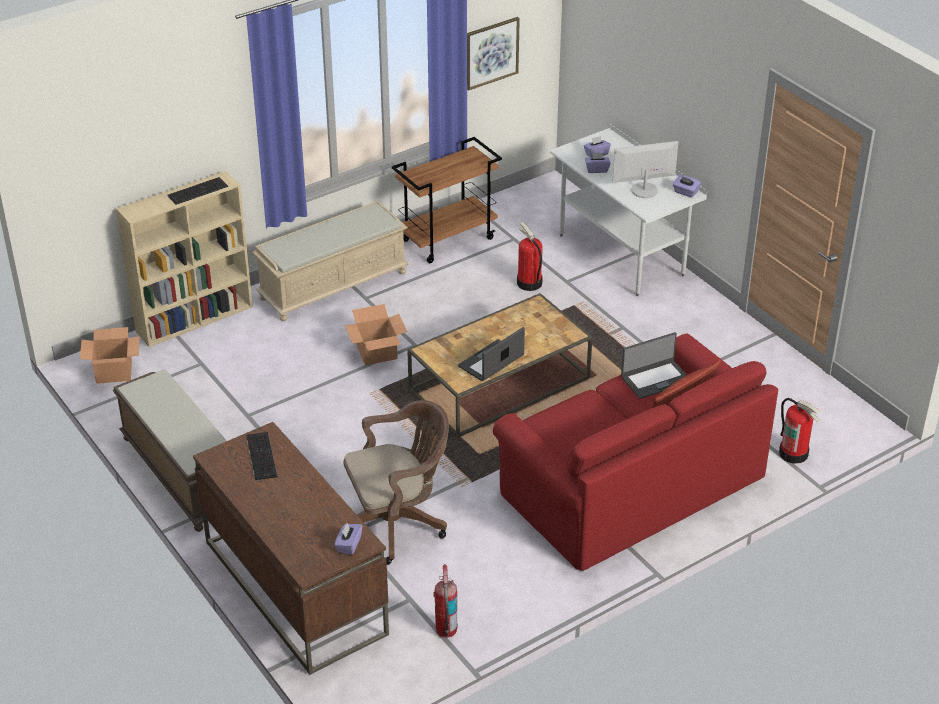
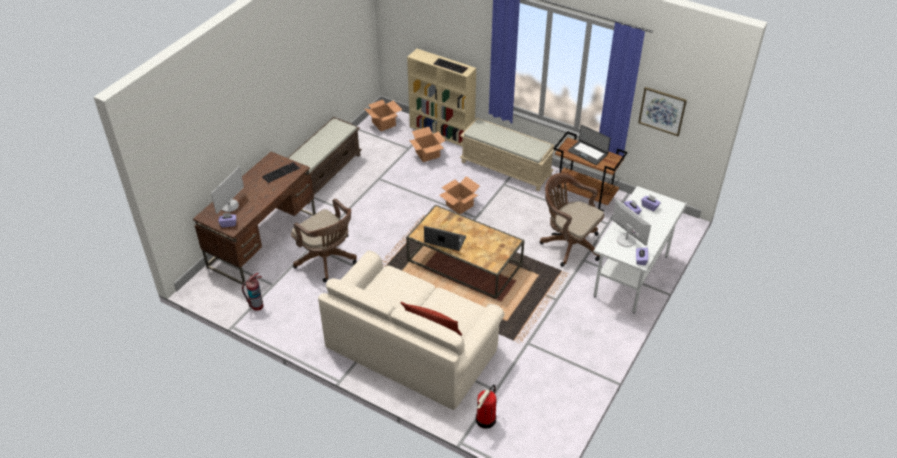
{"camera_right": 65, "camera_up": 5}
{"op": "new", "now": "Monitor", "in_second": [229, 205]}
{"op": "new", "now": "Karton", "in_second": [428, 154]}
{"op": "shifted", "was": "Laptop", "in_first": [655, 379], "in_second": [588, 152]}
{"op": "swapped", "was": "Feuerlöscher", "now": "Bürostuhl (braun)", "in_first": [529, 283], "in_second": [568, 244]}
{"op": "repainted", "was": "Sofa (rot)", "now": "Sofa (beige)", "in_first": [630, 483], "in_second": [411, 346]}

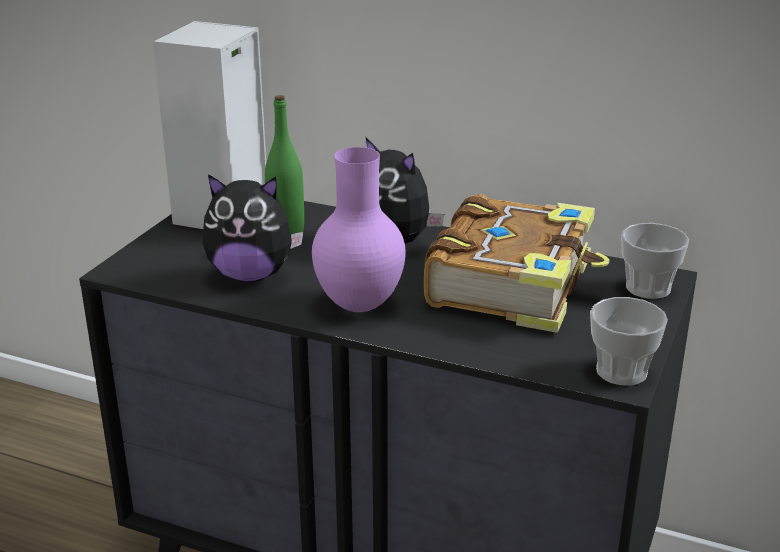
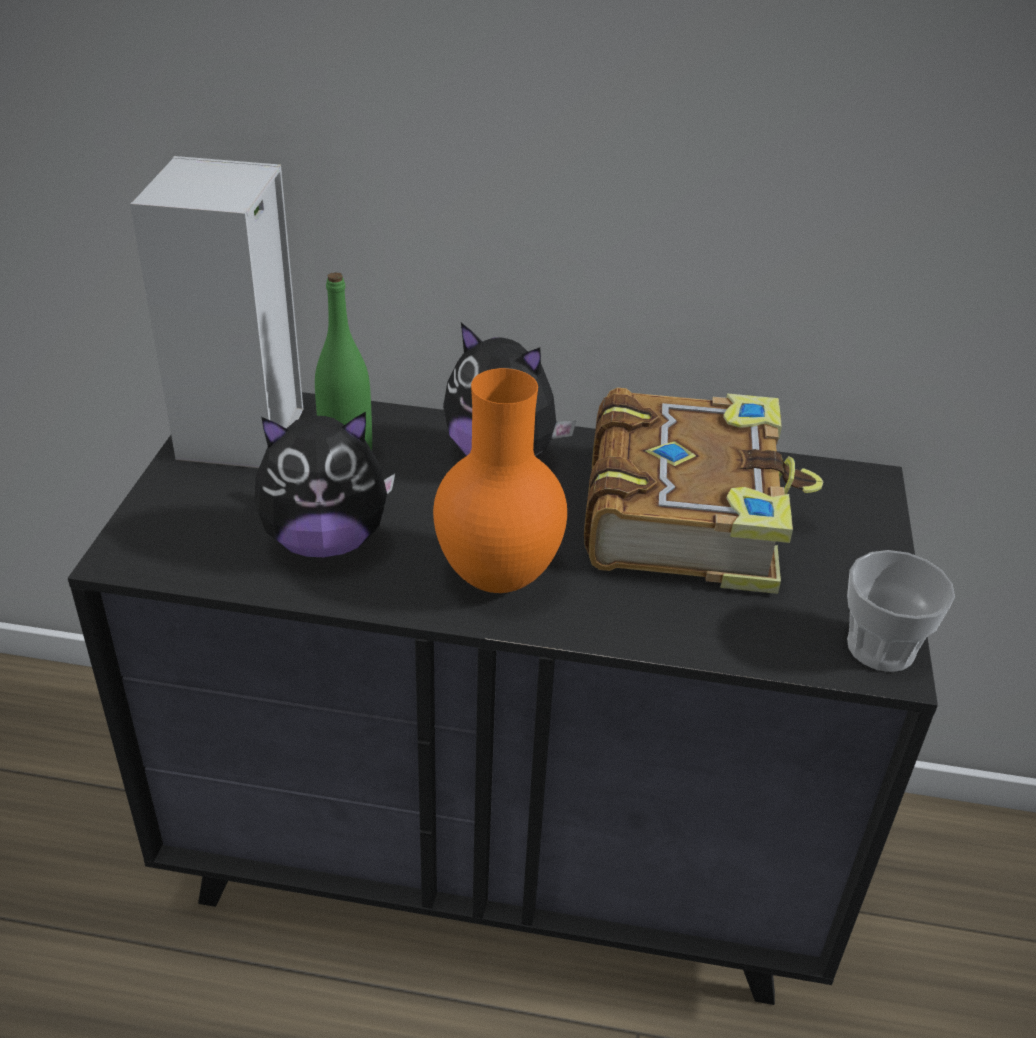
{"camera_right": -15, "camera_up": 10}
{"op": "gone", "was": "Tasse", "in_first": [648, 288]}
{"op": "repainted", "was": "Vase (lila)", "now": "Vase (orange)", "in_first": [358, 304], "in_second": [495, 577]}

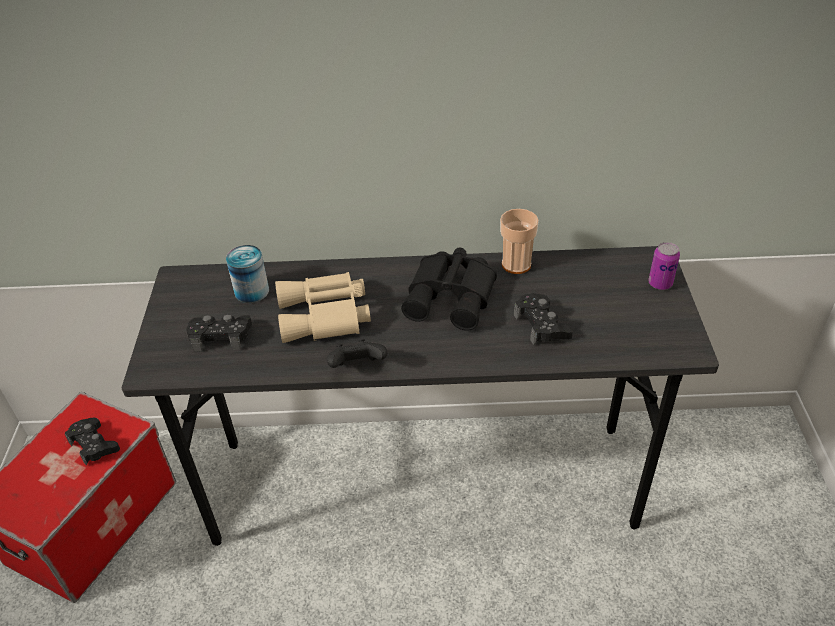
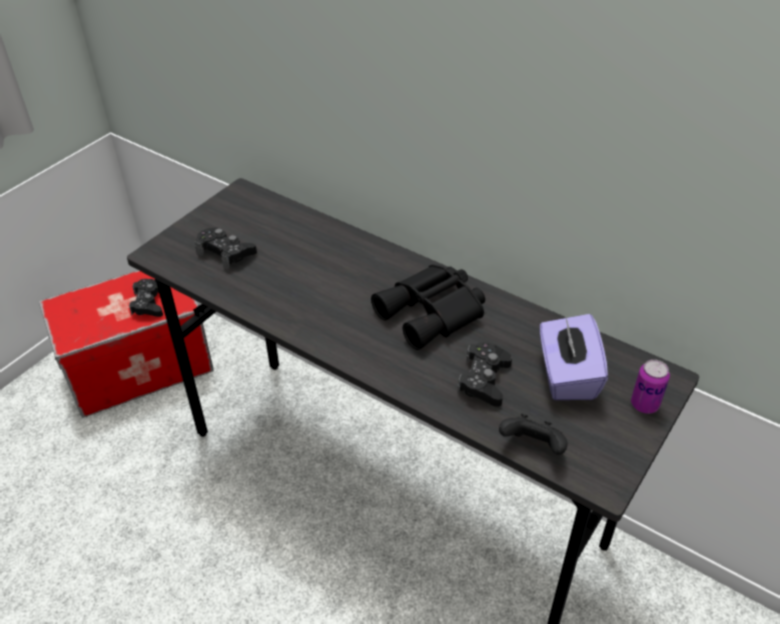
{"camera_right": 35, "camera_up": 0}
{"op": "gone", "was": "Dose", "in_first": [252, 291]}
{"op": "gone", "was": "Fernglas (beige)", "in_first": [326, 316]}
{"op": "gone", "was": "Tasse", "in_first": [516, 264]}
{"op": "new", "now": "Taschentuchbox (lila)", "in_second": [566, 375]}
{"op": "shifted", "was": "Gamepad (schwarz)", "in_first": [357, 367], "in_second": [532, 447]}

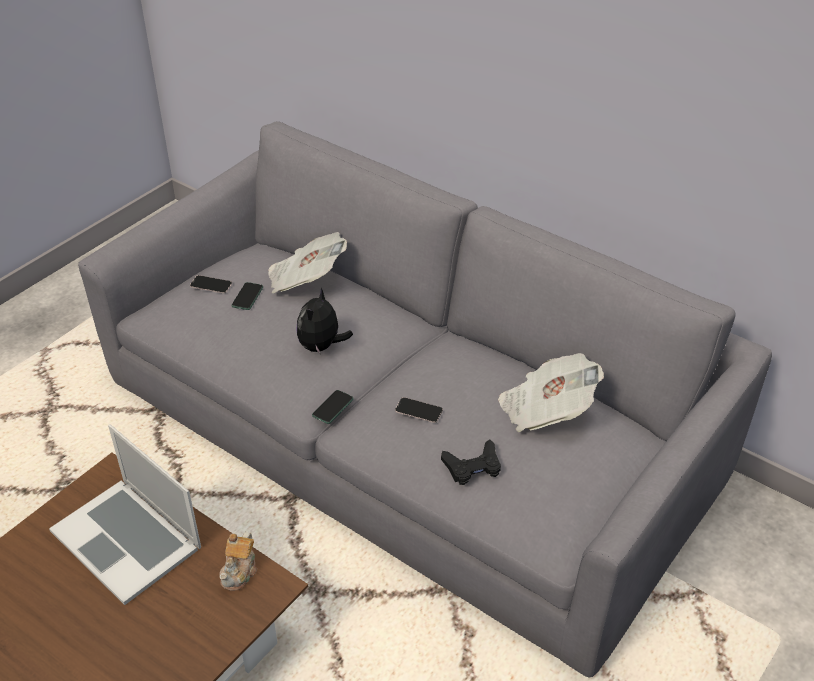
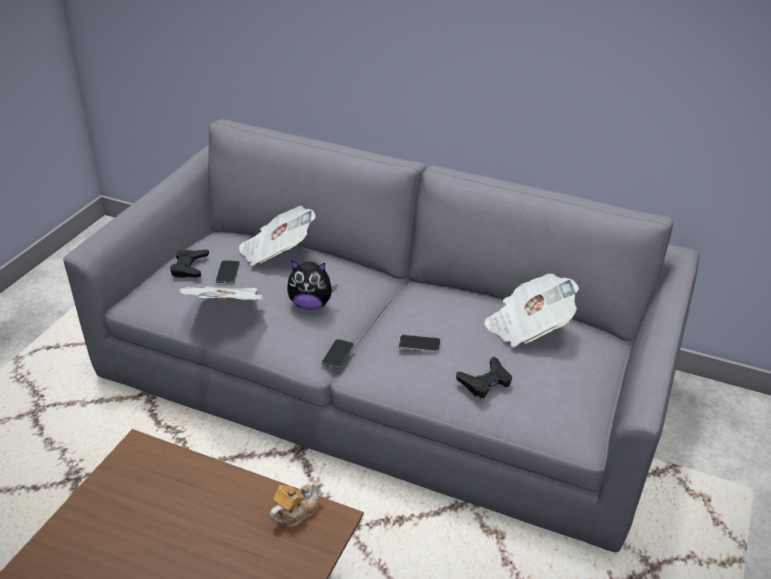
{"camera_right": -15, "camera_up": -5}
{"op": "gone", "was": "Laptop", "in_first": [127, 538]}
{"op": "new", "now": "Zeitung", "in_second": [227, 310]}
{"op": "swapped", "was": "Handy", "now": "Gamepad (schwarz)", "in_first": [211, 285], "in_second": [189, 267]}
{"op": "rotated", "was": "Teekanne", "in_first": [240, 571], "in_second": [295, 512], "clockwise": -135}
{"op": "rotated", "was": "Plüschtier", "in_first": [321, 346], "in_second": [310, 305], "clockwise": -90}

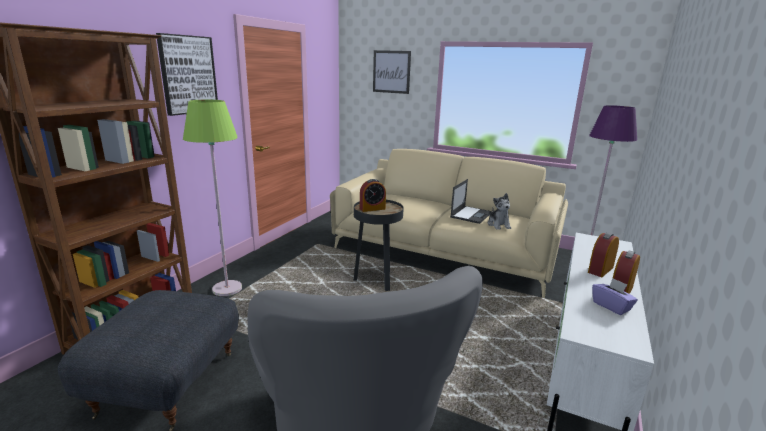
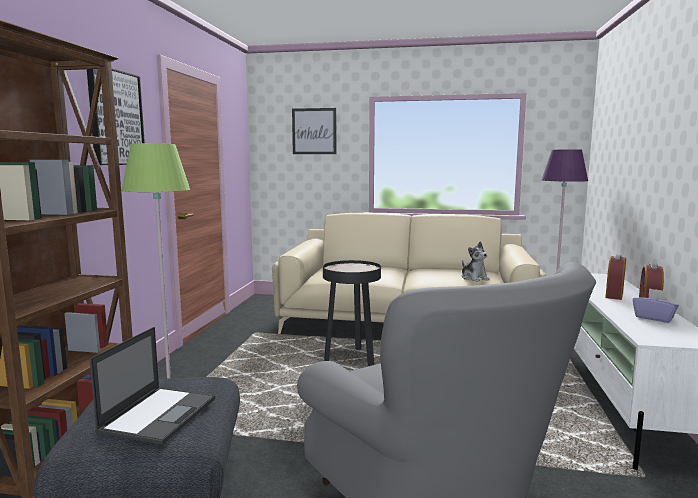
{"camera_right": -15, "camera_up": -10}
{"op": "gone", "was": "Wecker", "in_first": [372, 209]}
{"op": "shifted", "was": "Laptop", "in_first": [471, 215], "in_second": [159, 414]}

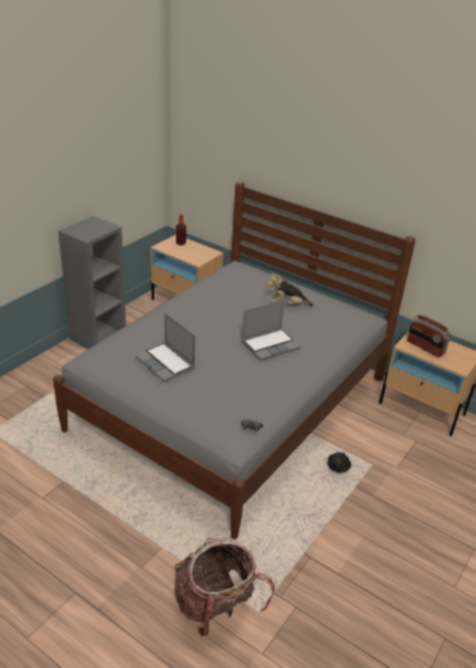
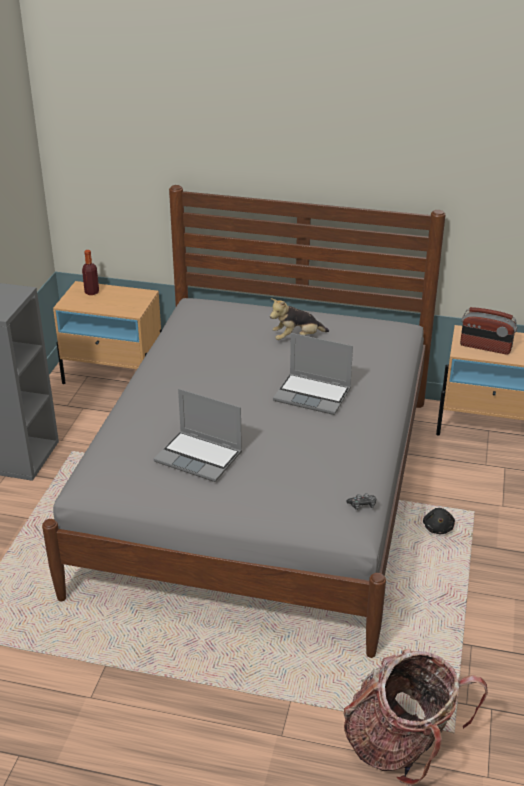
{"camera_right": -20, "camera_up": 0}
{"op": "rotated", "was": "Laptop", "in_first": [270, 344], "in_second": [313, 395], "clockwise": 75}

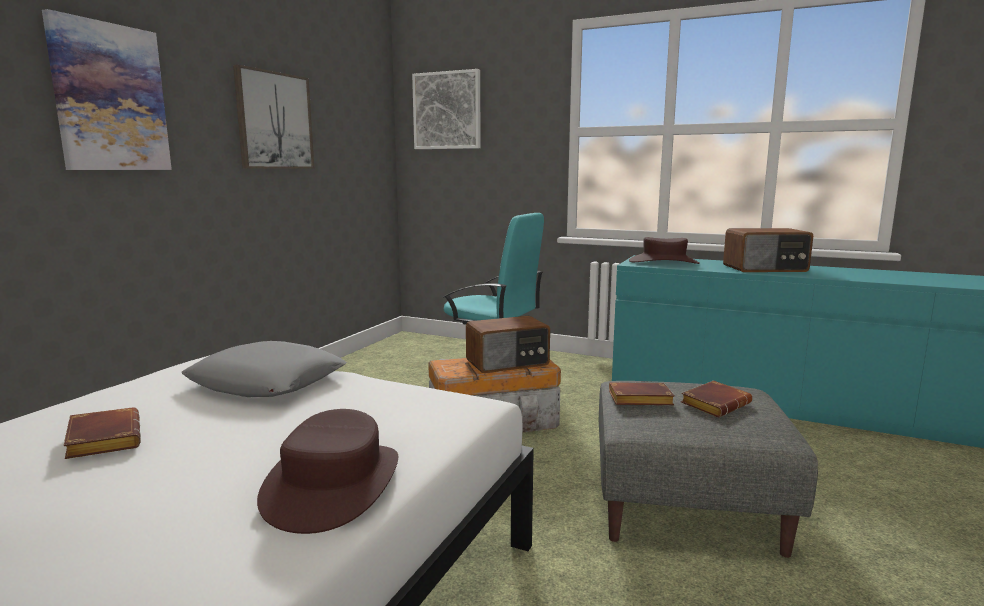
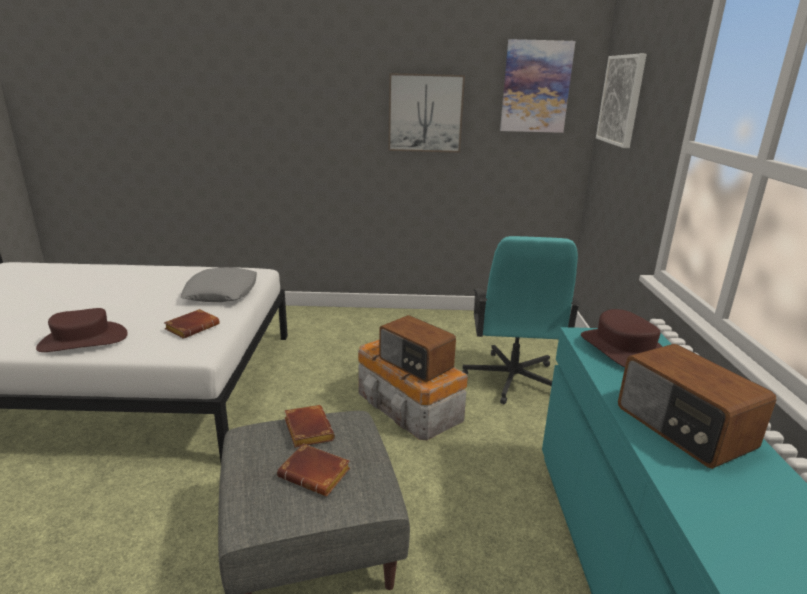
{"camera_right": 65, "camera_up": 10}
{"op": "shifted", "was": "Bild", "in_first": [110, 98], "in_second": [535, 87]}
{"op": "shifted", "was": "Buch (braun)", "in_first": [101, 440], "in_second": [193, 327]}

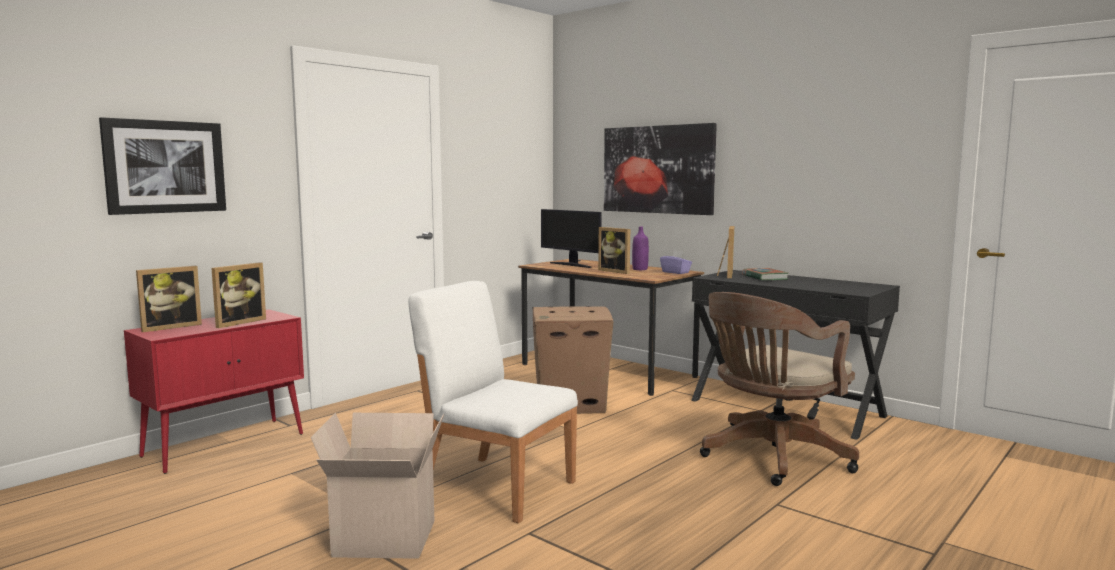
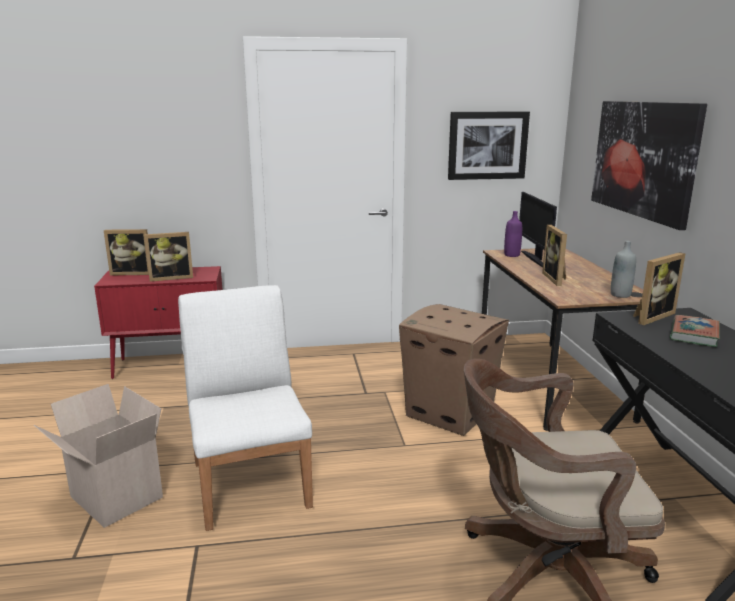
{"camera_right": 40, "camera_up": 10}
{"op": "shifted", "was": "Bild", "in_first": [165, 167], "in_second": [487, 145]}
{"op": "shifted", "was": "Flasche (lila)", "in_first": [640, 269], "in_second": [511, 255]}
{"op": "swapped", "was": "Taschentuchbox (lila)", "now": "Flasche (grau)", "in_first": [675, 272], "in_second": [620, 295]}

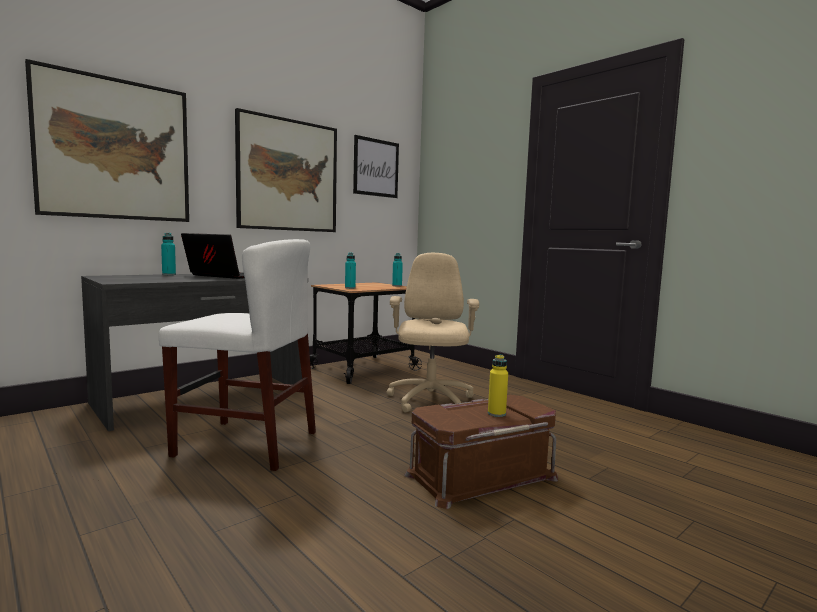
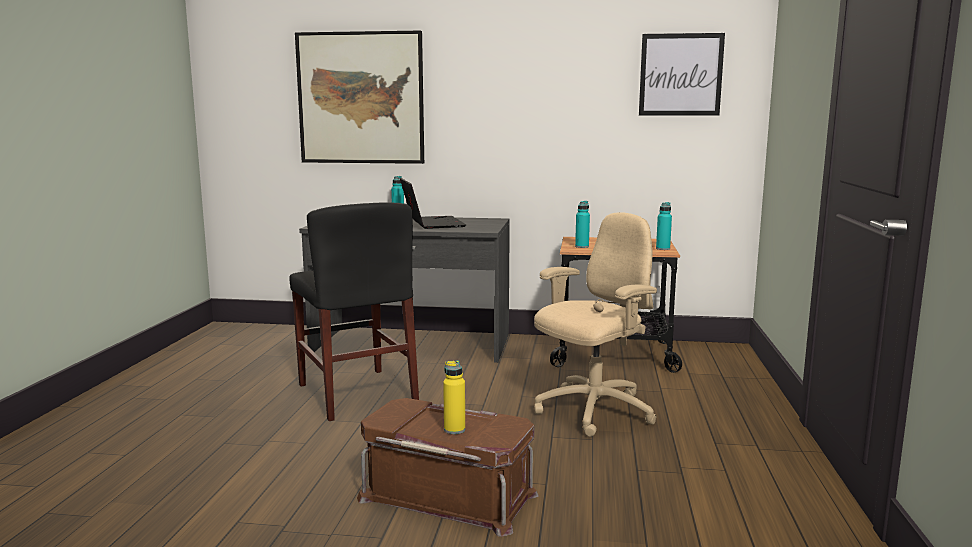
{"camera_right": 50, "camera_up": 5}
{"op": "gone", "was": "Bild", "in_first": [288, 175]}
{"op": "repainted", "was": "Stuhl (weiß)", "now": "Stuhl (schwarz)", "in_first": [246, 444], "in_second": [356, 393]}

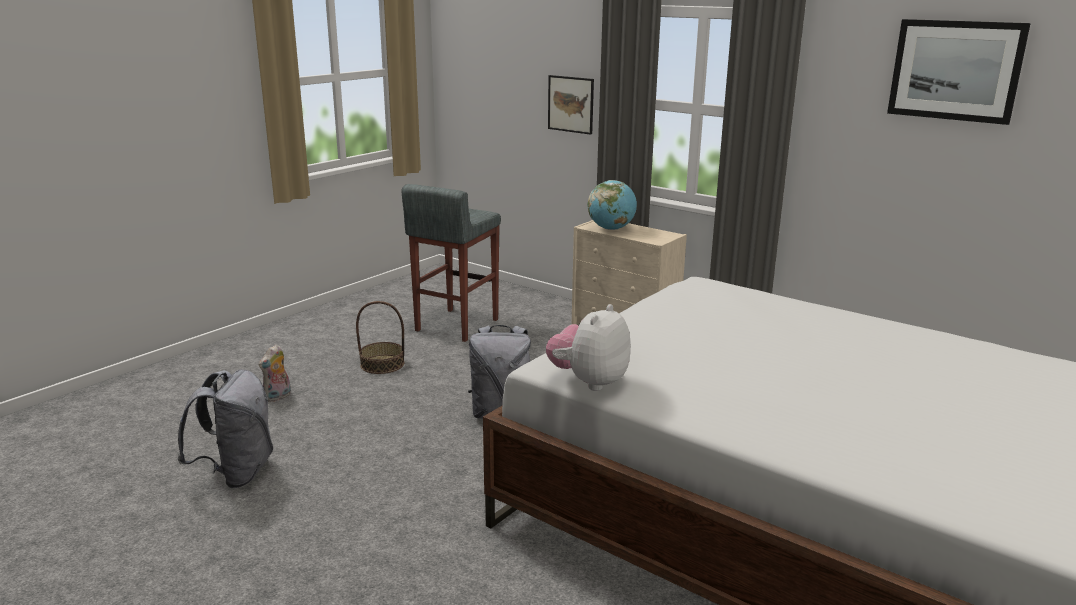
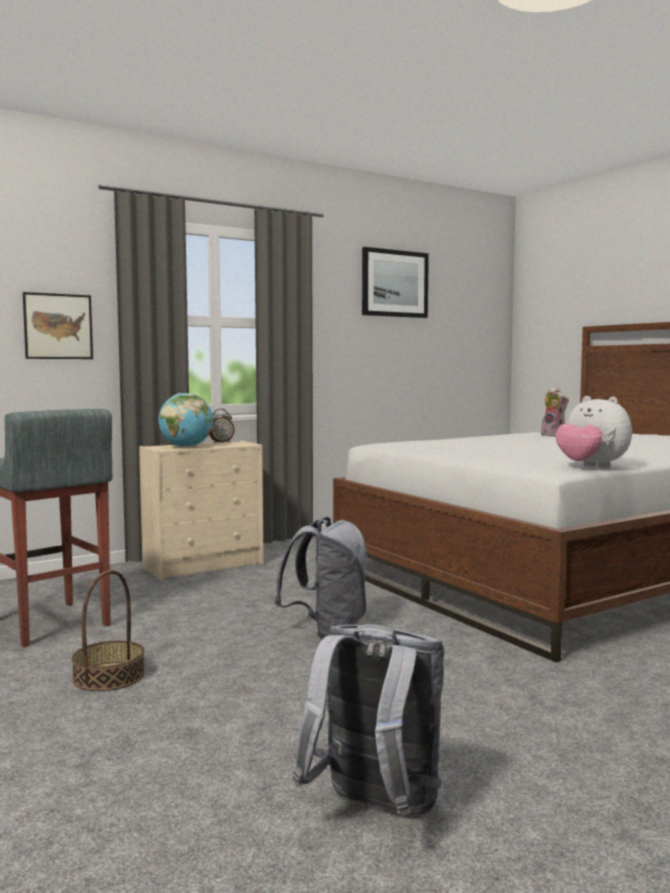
{"camera_right": -70, "camera_up": -15}
{"op": "new", "now": "Wecker", "in_second": [221, 442]}
{"op": "shifted", "was": "Plüschtier", "in_first": [278, 397], "in_second": [554, 435]}

